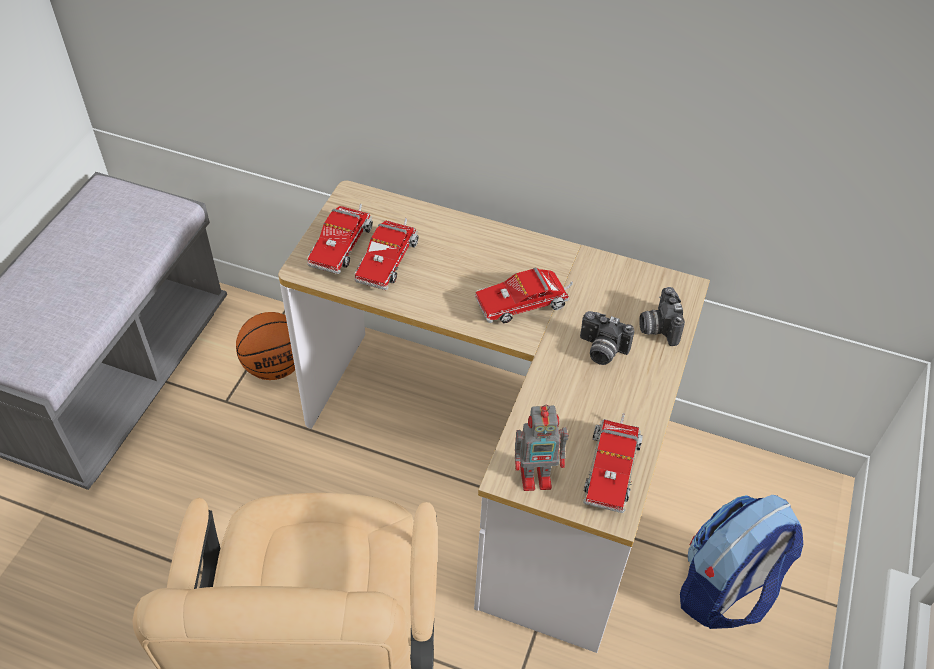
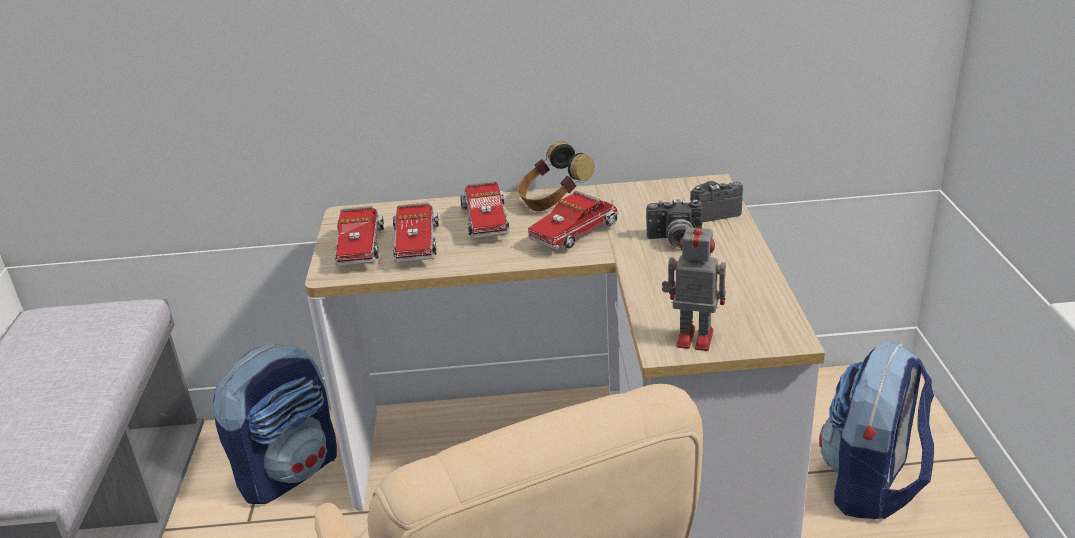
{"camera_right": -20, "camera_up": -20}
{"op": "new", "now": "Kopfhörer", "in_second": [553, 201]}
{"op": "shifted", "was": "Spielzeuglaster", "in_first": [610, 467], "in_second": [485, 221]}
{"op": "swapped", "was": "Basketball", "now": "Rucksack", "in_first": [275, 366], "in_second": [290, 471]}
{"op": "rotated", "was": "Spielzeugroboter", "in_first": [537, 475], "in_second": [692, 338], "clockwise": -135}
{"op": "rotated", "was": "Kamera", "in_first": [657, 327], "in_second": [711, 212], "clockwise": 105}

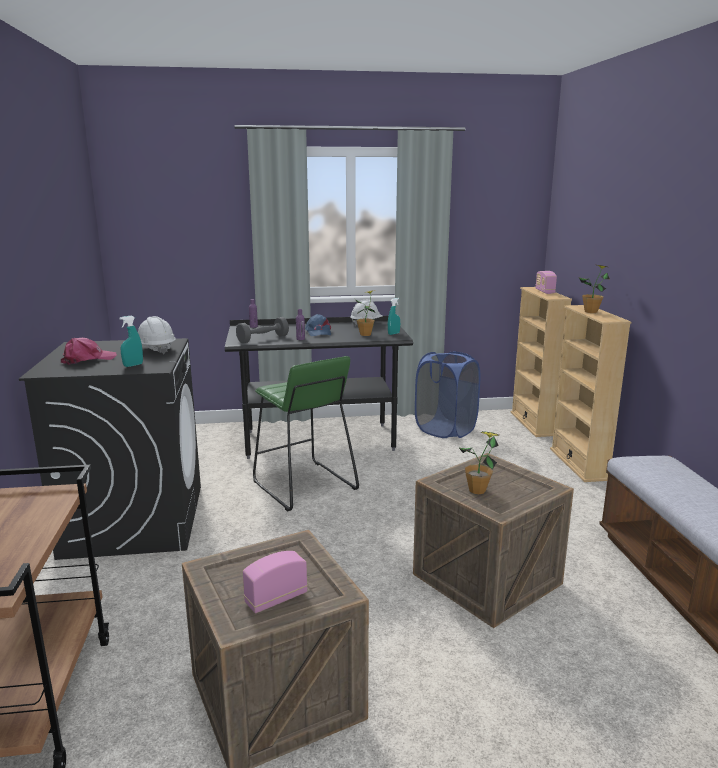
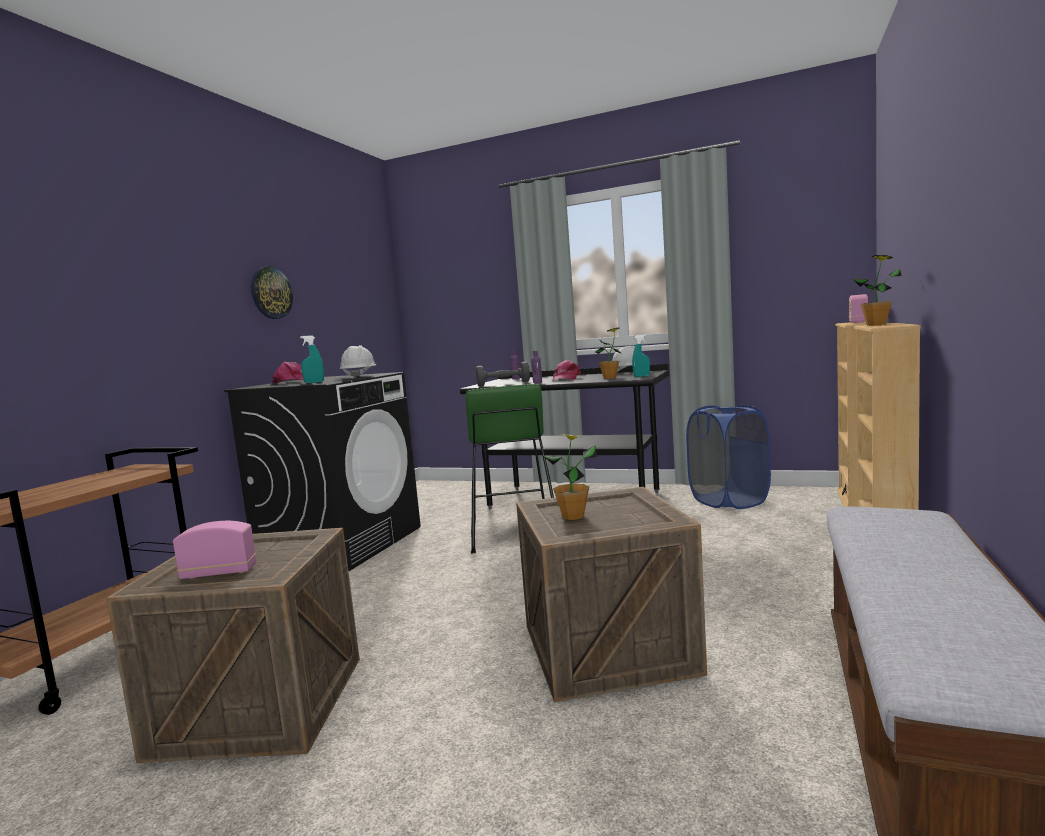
{"camera_right": 30, "camera_up": -10}
{"op": "new", "now": "Wanduhr", "in_second": [271, 293]}
{"op": "repainted", "was": "Kappe (blau)", "now": "Kappe (rosa)", "in_first": [318, 332], "in_second": [566, 378]}

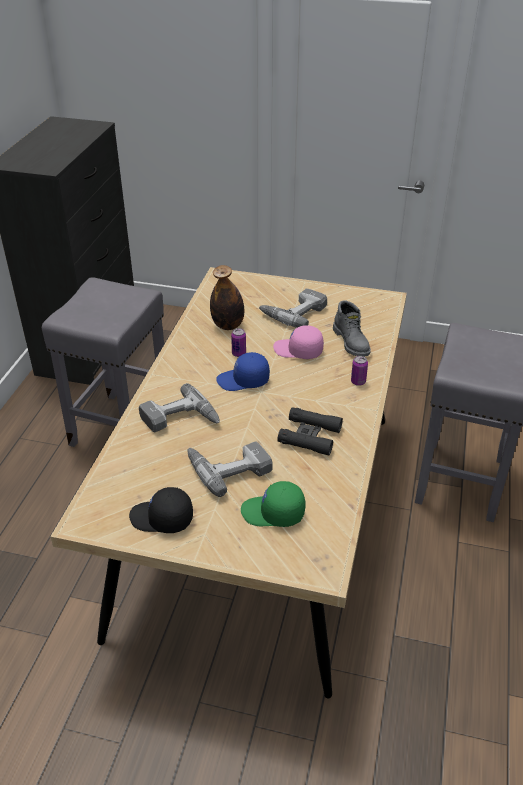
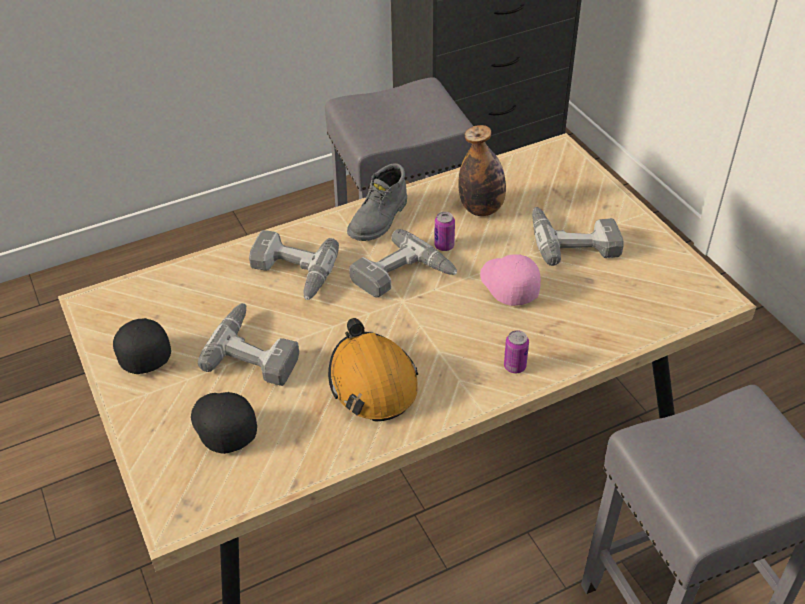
{"camera_right": 50, "camera_up": 5}
{"op": "shifted", "was": "Stiefel (grau)", "in_first": [352, 342], "in_second": [379, 220]}
{"op": "swapped", "was": "Kappe (blau)", "now": "Bohrmaschine", "in_first": [243, 381], "in_second": [403, 277]}
{"op": "swapped", "was": "Fernglas (schwarz)", "now": "Schutzhelm (orange)", "in_first": [310, 436], "in_second": [372, 382]}
{"op": "repainted", "was": "Kappe (grün)", "now": "Kappe (schwarz)", "in_first": [273, 513], "in_second": [222, 426]}

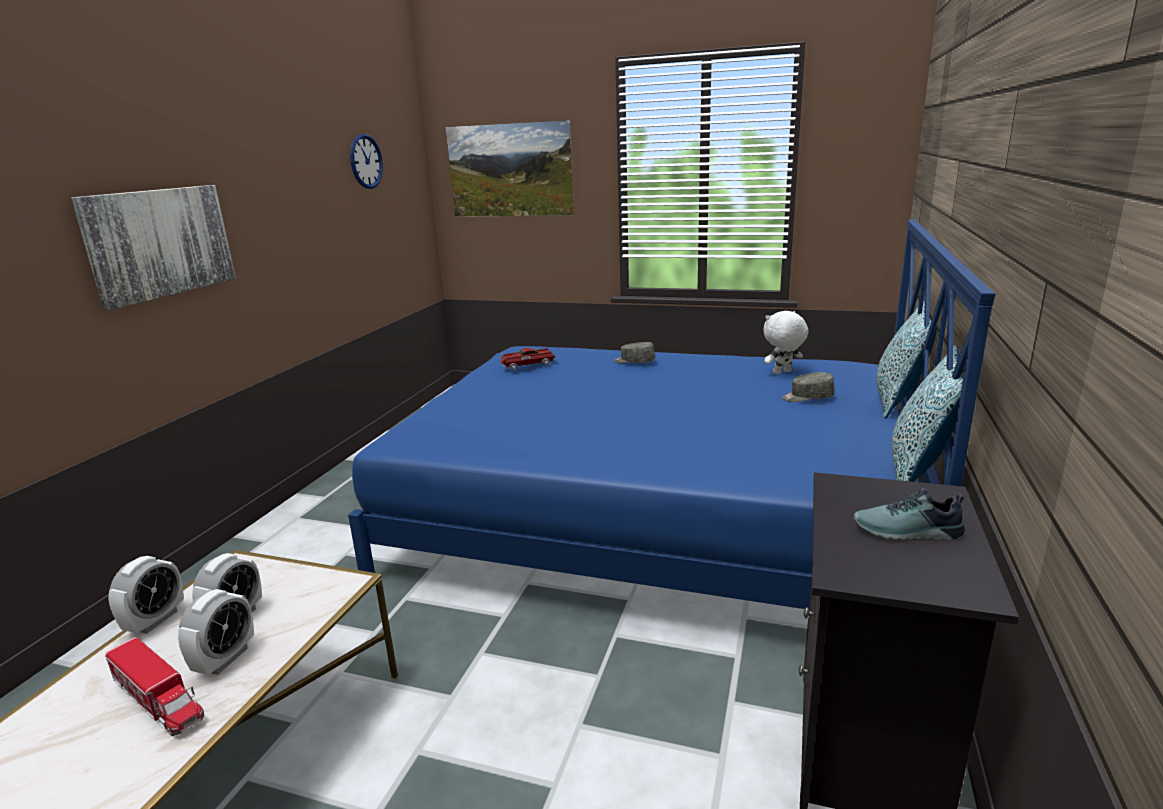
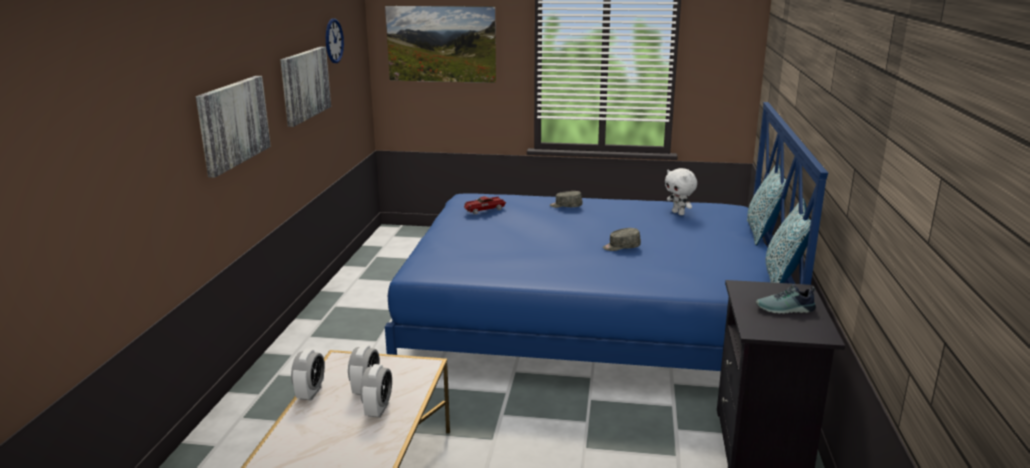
{"camera_right": -10, "camera_up": 0}
{"op": "gone", "was": "Spielzeuglaster", "in_first": [159, 700]}
{"op": "new", "now": "Bild", "in_second": [304, 84]}
{"op": "shifted", "was": "Kappe (grau)", "in_first": [807, 398], "in_second": [621, 247]}
{"op": "rotated", "was": "Plüschtier (weiß)", "in_first": [782, 372], "in_second": [678, 213], "clockwise": -90}

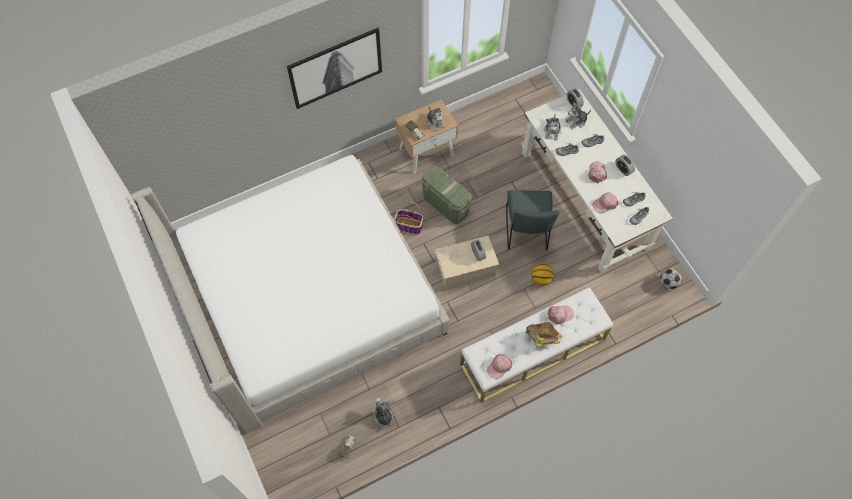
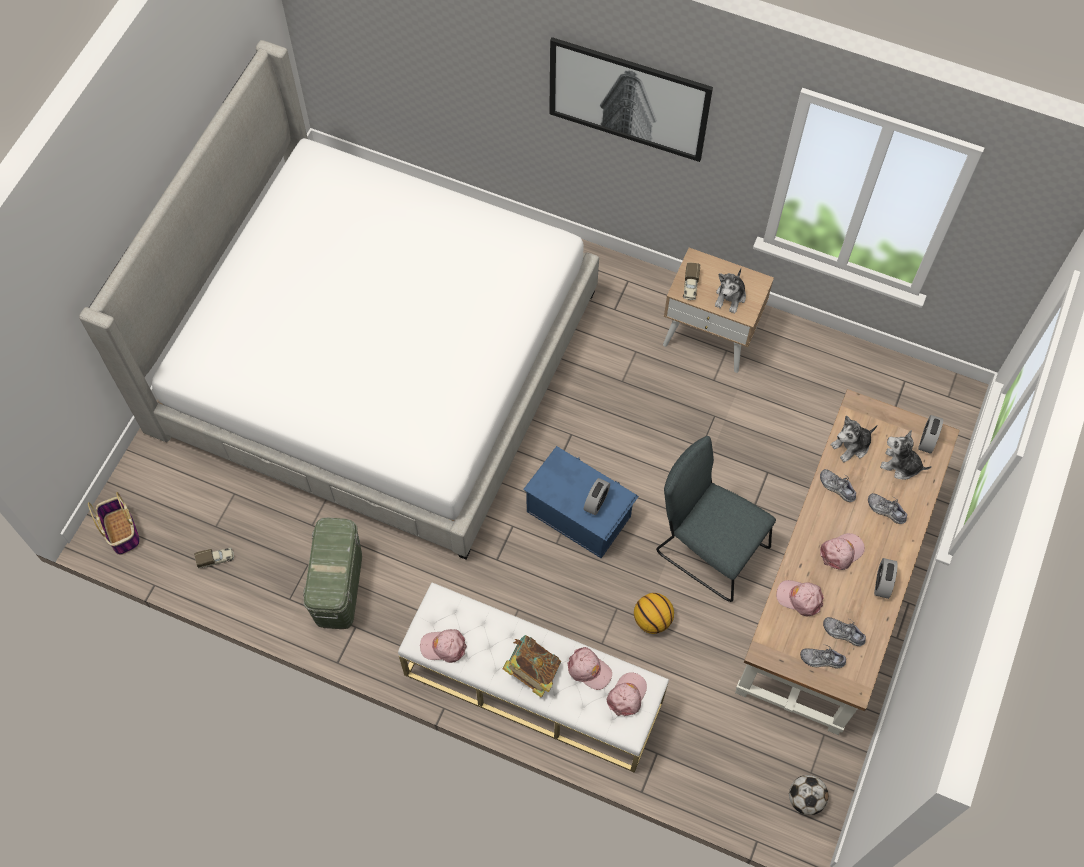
{"camera_right": 50, "camera_up": 0}
{"op": "gone", "was": "Plüschtier", "in_first": [383, 416]}
{"op": "new", "now": "Kappe (rosa)", "in_second": [627, 695]}
{"op": "shifted", "was": "Korb", "in_first": [409, 225], "in_second": [122, 532]}
{"op": "shifted", "was": "Aufbewahrungsbox (grün)", "in_first": [446, 205], "in_second": [339, 587]}
{"op": "repainted", "was": "Aufbewahrungsbox (beige)", "now": "Aufbewahrungsbox (blau)", "in_first": [465, 269], "in_second": [579, 512]}
{"op": "repainted", "was": "Schreibtisch (weiß)", "now": "Schreibtisch (braun)", "in_first": [585, 200], "in_second": [832, 588]}
{"op": "rotated", "was": "Stuhl (grau)", "in_first": [526, 232], "in_second": [707, 548], "clockwise": 75}

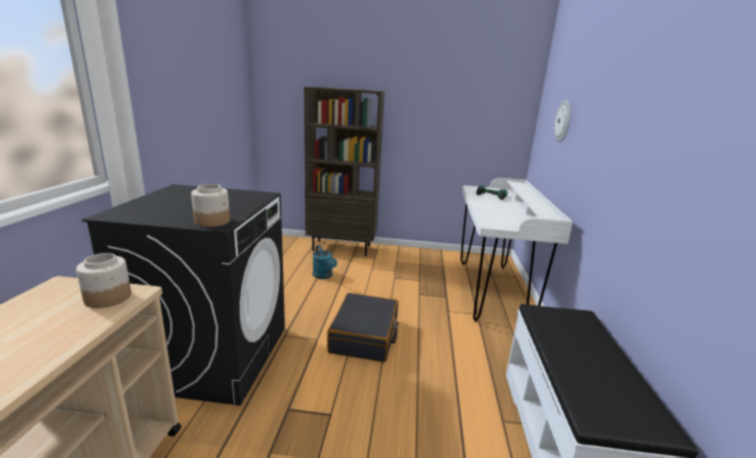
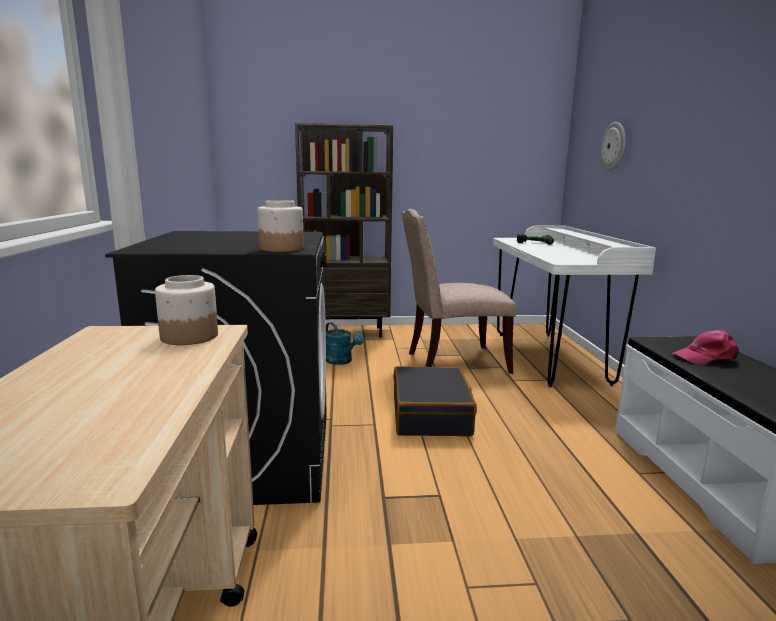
{"camera_right": -10, "camera_up": -5}
{"op": "new", "now": "Stuhl (beige)", "in_second": [452, 362]}
{"op": "new", "now": "Kappe (rosa)", "in_second": [706, 357]}

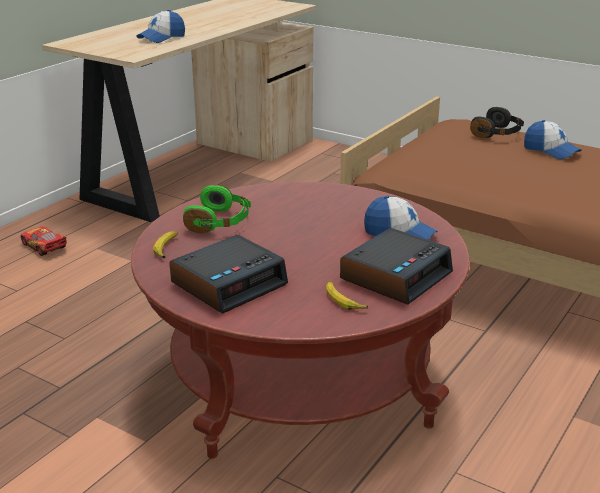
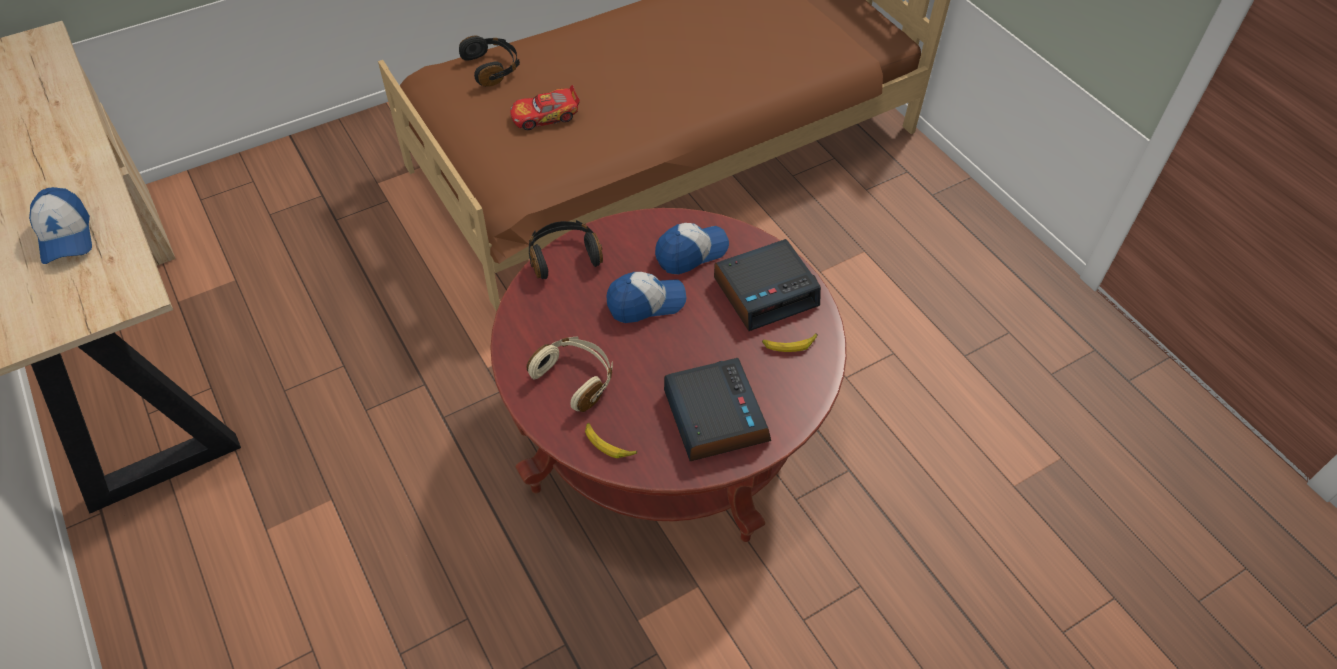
{"camera_right": -65, "camera_up": 25}
{"op": "new", "now": "Kopfhörer (schwarz)", "in_second": [564, 256]}
{"op": "shifted", "was": "Spielzeugauto", "in_first": [44, 246], "in_second": [545, 116]}
{"op": "shifted", "was": "Kappe", "in_first": [550, 151], "in_second": [646, 303]}
{"op": "repainted", "was": "Kopfhörer (grün)", "now": "Kopfhörer (beige)", "in_first": [220, 222], "in_second": [575, 378]}
{"op": "rotated", "was": "Wecker", "in_first": [395, 275], "in_second": [766, 291], "clockwise": 90}

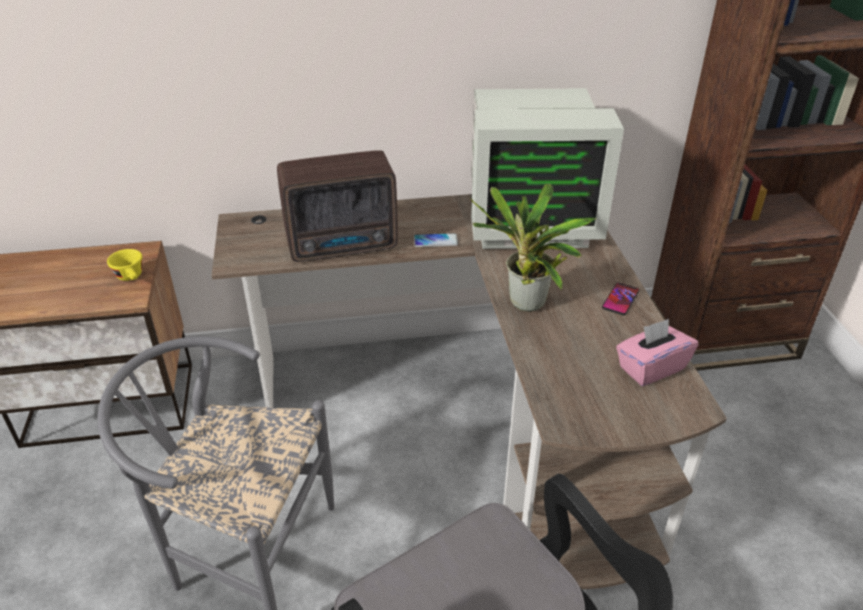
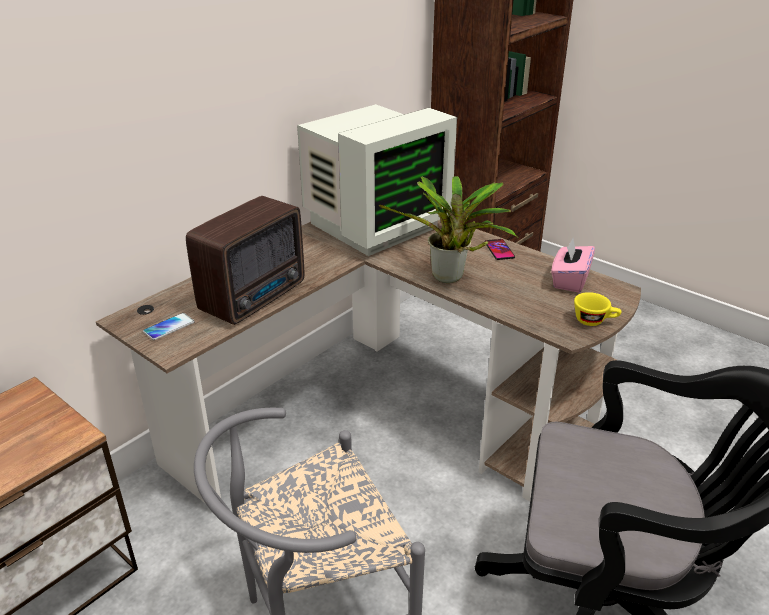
{"camera_right": -40, "camera_up": -5}
{"op": "shifted", "was": "Tasse (gelb)", "in_first": [131, 277], "in_second": [594, 321]}
{"op": "shifted", "was": "Handy", "in_first": [435, 241], "in_second": [169, 327]}

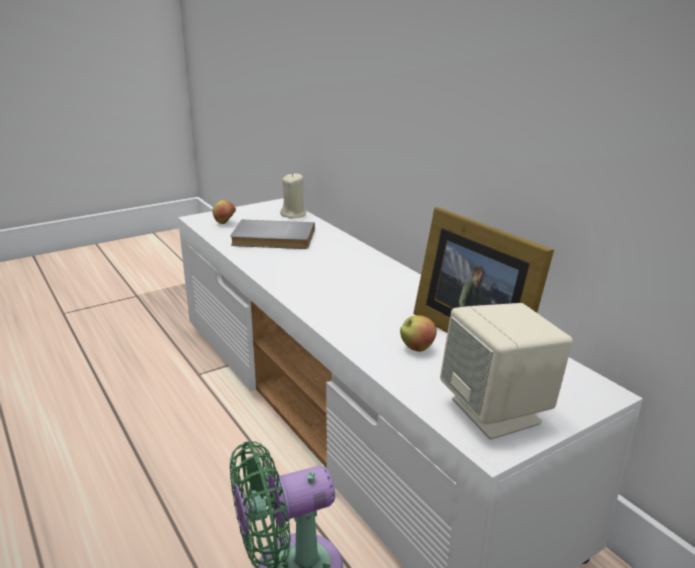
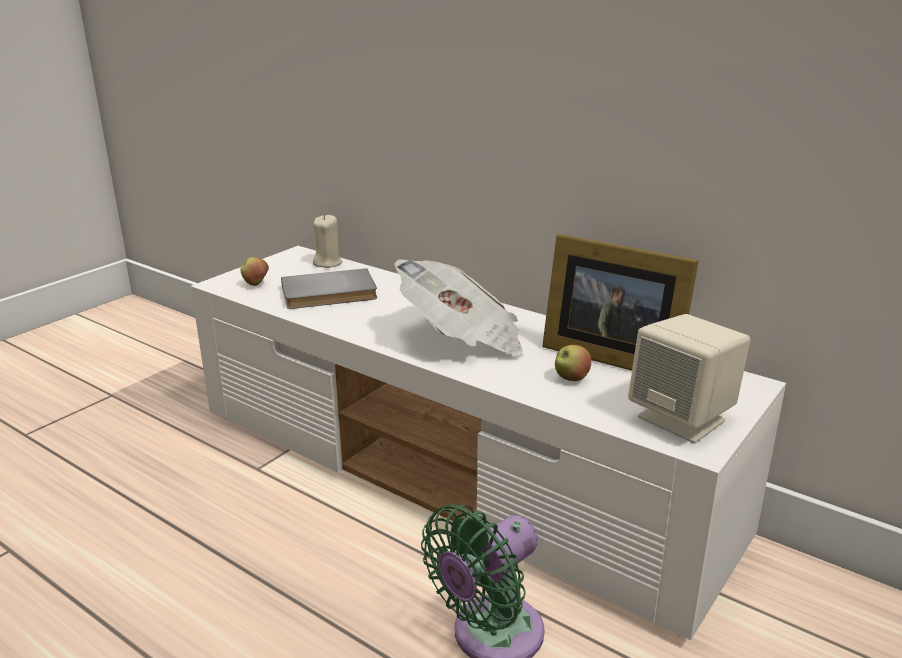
{"camera_right": -20, "camera_up": 0}
{"op": "new", "now": "Zeitung", "in_second": [463, 339]}

